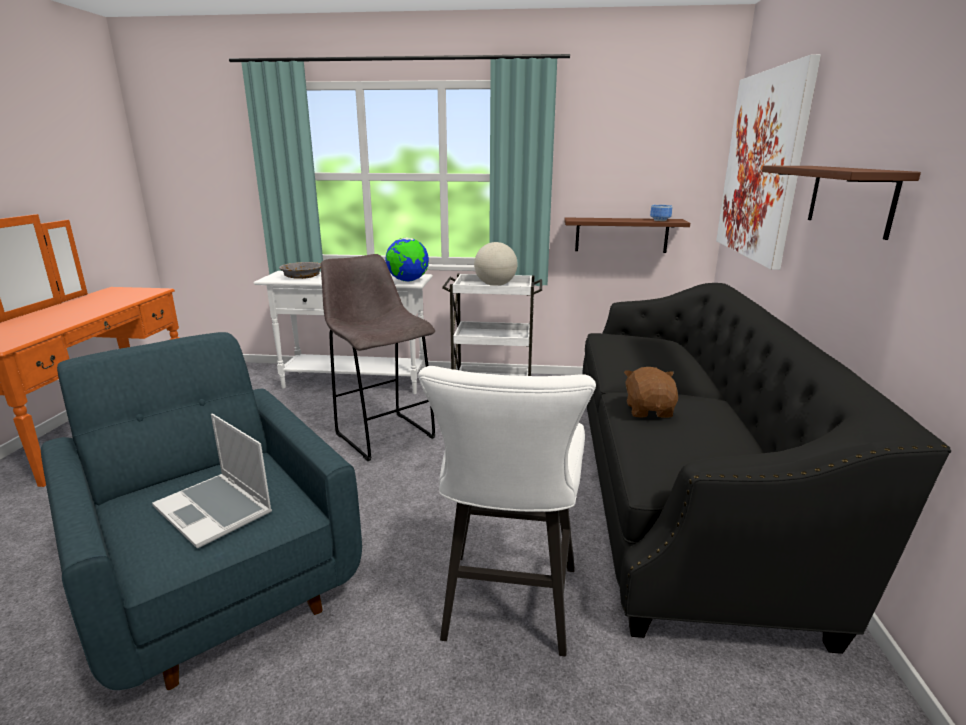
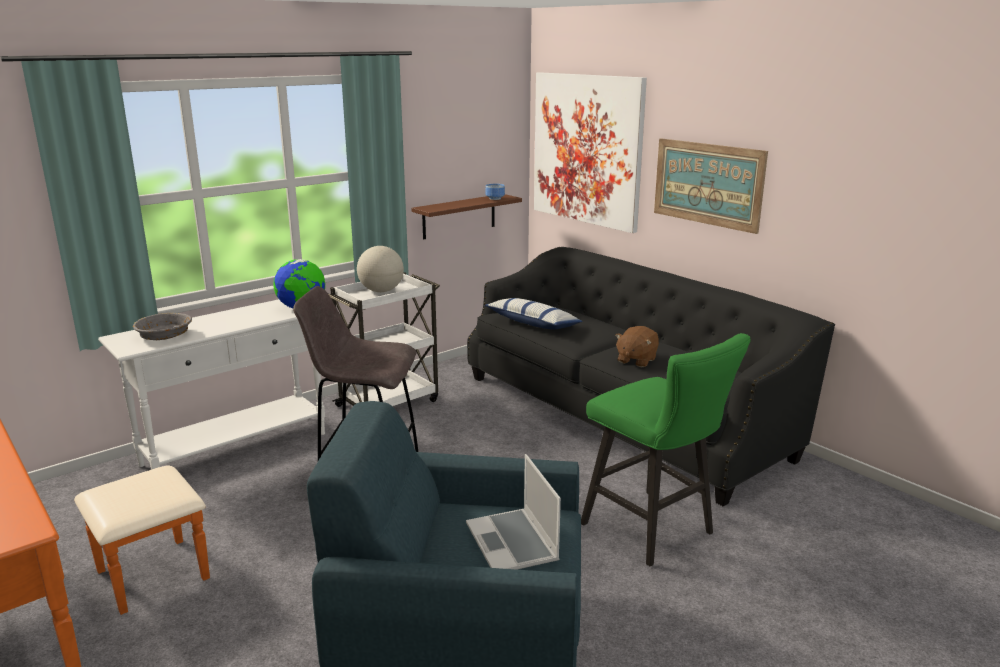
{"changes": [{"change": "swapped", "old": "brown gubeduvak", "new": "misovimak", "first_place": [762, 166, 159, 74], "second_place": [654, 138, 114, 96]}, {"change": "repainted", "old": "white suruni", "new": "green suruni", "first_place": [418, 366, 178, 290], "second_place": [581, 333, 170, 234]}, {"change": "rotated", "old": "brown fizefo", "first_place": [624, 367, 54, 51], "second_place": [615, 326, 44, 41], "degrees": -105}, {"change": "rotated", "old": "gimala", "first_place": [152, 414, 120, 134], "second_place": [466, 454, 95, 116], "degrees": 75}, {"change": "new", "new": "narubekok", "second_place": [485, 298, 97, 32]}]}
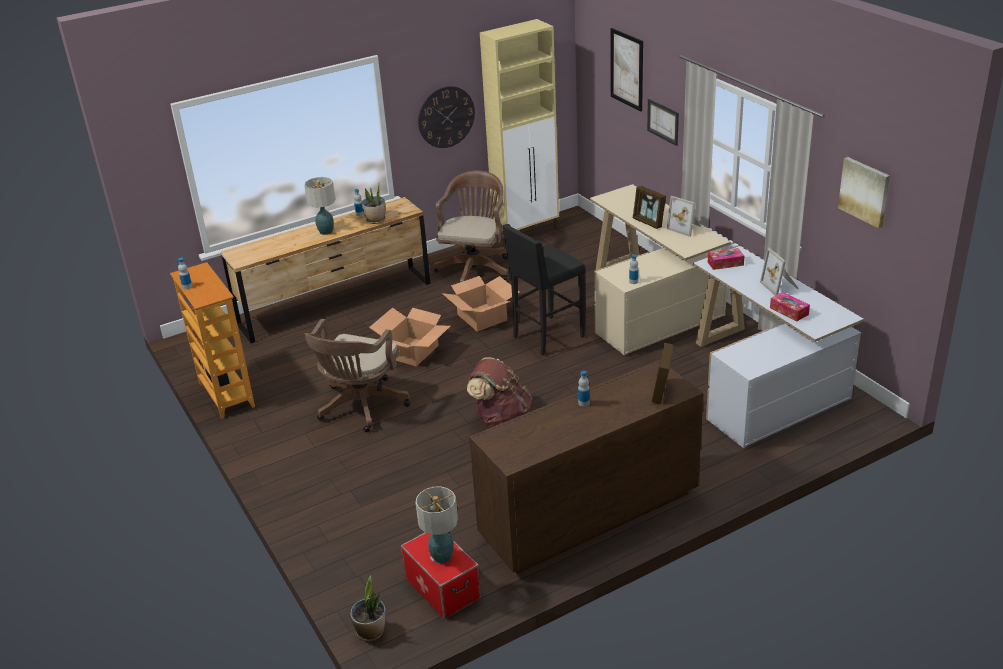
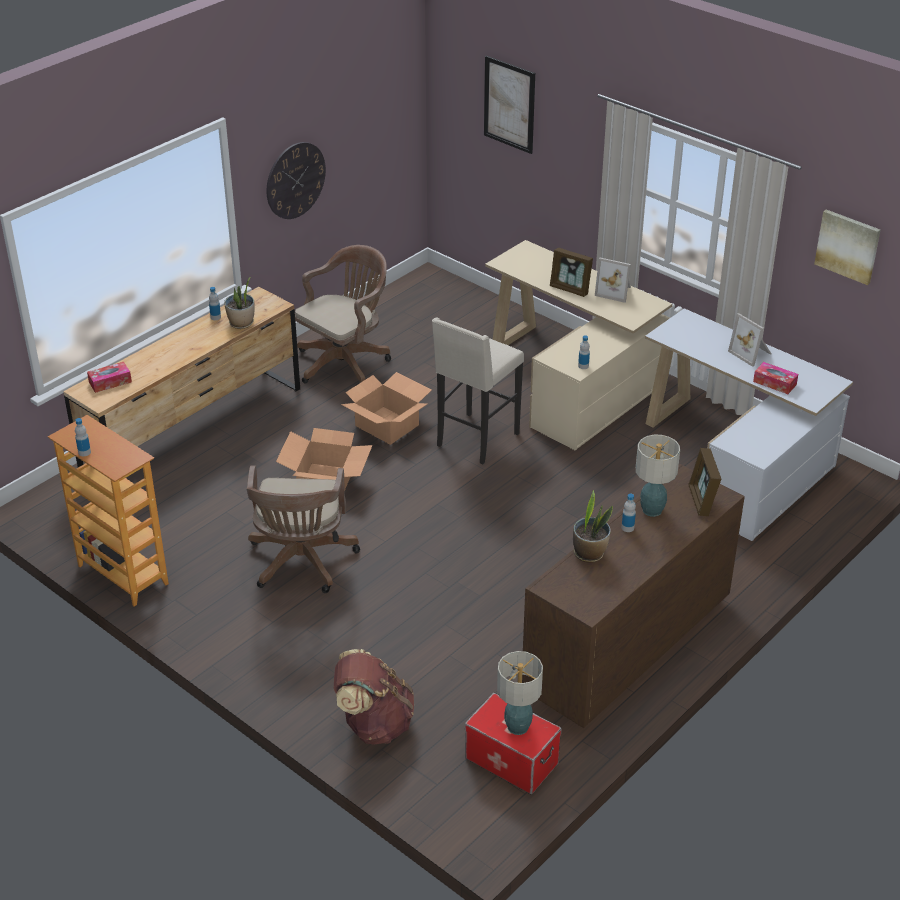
{"changes": [{"change": "gone", "old": "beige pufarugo", "first_place": [480, 19, 79, 211]}, {"change": "gone", "old": "misovimak", "first_place": [647, 99, 32, 47]}, {"change": "rotated", "old": "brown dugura", "first_place": [434, 170, 74, 112], "second_place": [295, 245, 96, 140], "degrees": 45}, {"change": "shifted", "old": "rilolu", "first_place": [304, 177, 31, 58], "second_place": [636, 435, 44, 82]}, {"change": "repainted", "old": "black suruni", "new": "beige suruni", "first_place": [502, 224, 83, 132], "second_place": [432, 317, 92, 147]}, {"change": "shifted", "old": "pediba", "first_place": [708, 248, 36, 22], "second_place": [87, 362, 45, 31]}, {"change": "shifted", "old": "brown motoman", "first_place": [467, 357, 65, 70], "second_place": [334, 649, 80, 96]}, {"change": "shifted", "old": "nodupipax", "first_place": [350, 575, 36, 66], "second_place": [573, 490, 40, 73]}]}
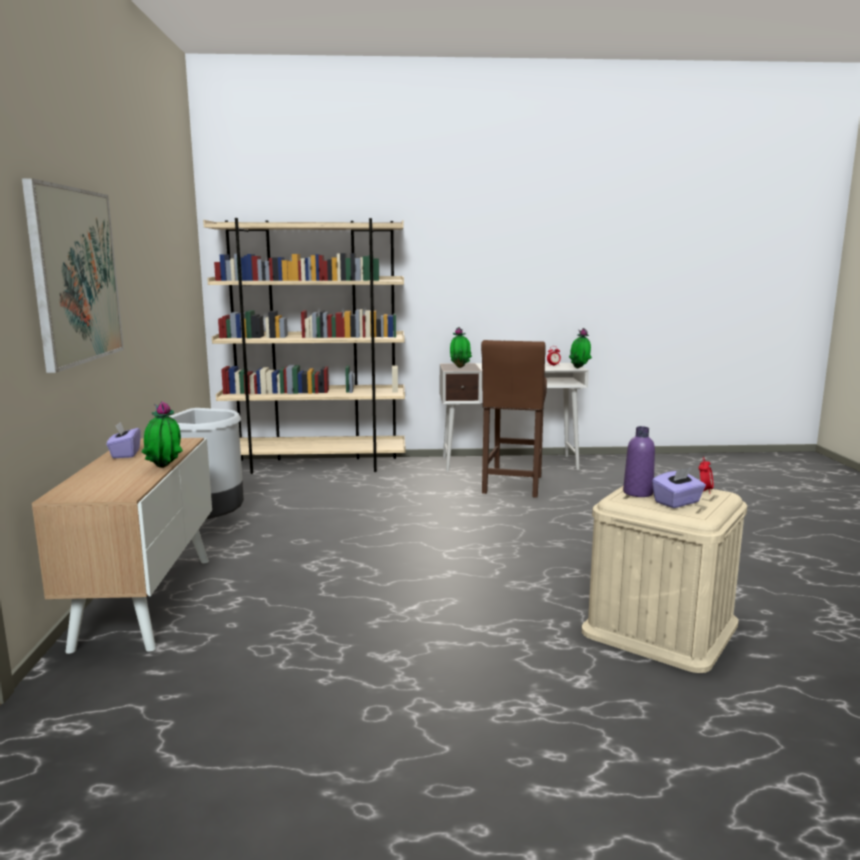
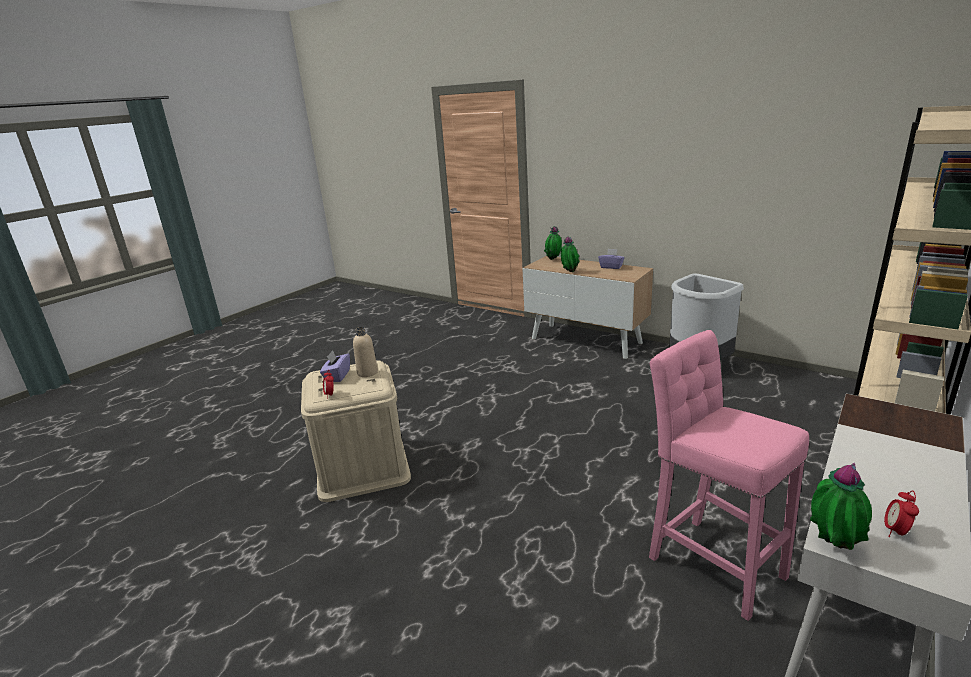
{"changes": [{"change": "gone", "old": "misovimak", "first_place": [22, 178, 102, 195]}, {"change": "shifted", "old": "nodupipax", "first_place": [450, 327, 22, 41], "second_place": [544, 226, 18, 34]}, {"change": "repainted", "old": "brown suruni", "new": "pink suruni", "first_place": [481, 340, 66, 158], "second_place": [649, 330, 160, 291]}, {"change": "repainted", "old": "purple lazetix", "new": "beige lazetix", "first_place": [623, 426, 32, 71], "second_place": [353, 327, 25, 50]}]}
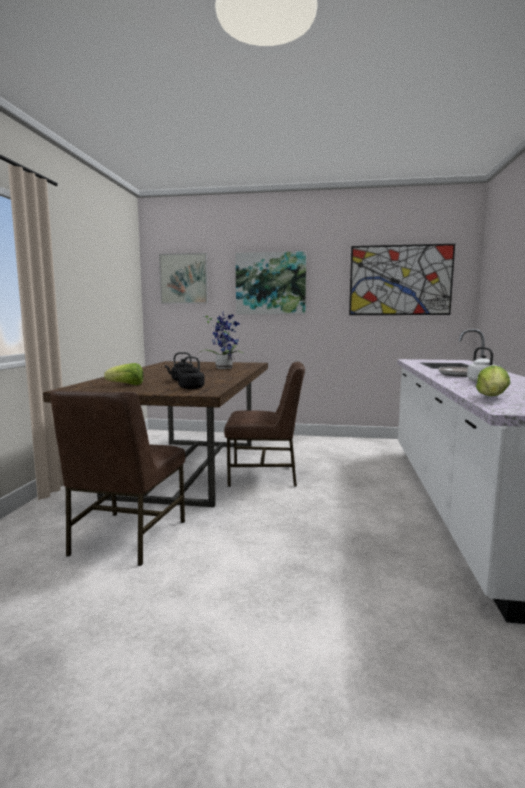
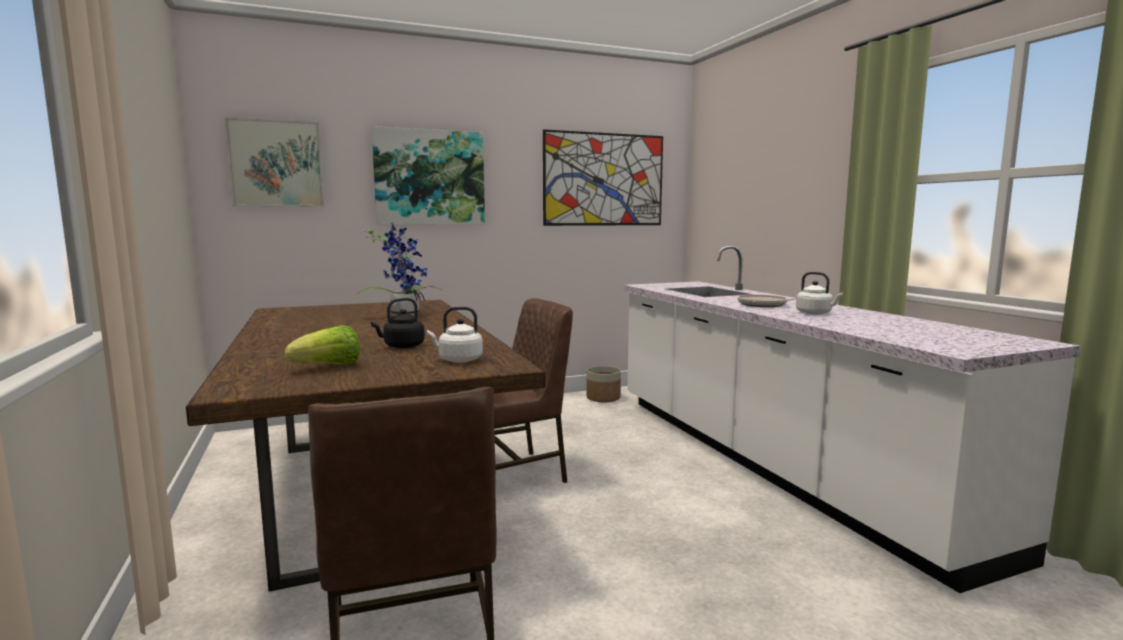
{"changes": [{"change": "repainted", "old": "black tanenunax", "new": "white tanenunax", "first_place": [176, 356, 29, 33], "second_place": [427, 307, 56, 56]}, {"change": "gone", "old": "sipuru", "first_place": [476, 365, 34, 31]}, {"change": "new", "new": "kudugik", "second_place": [587, 366, 34, 36]}]}
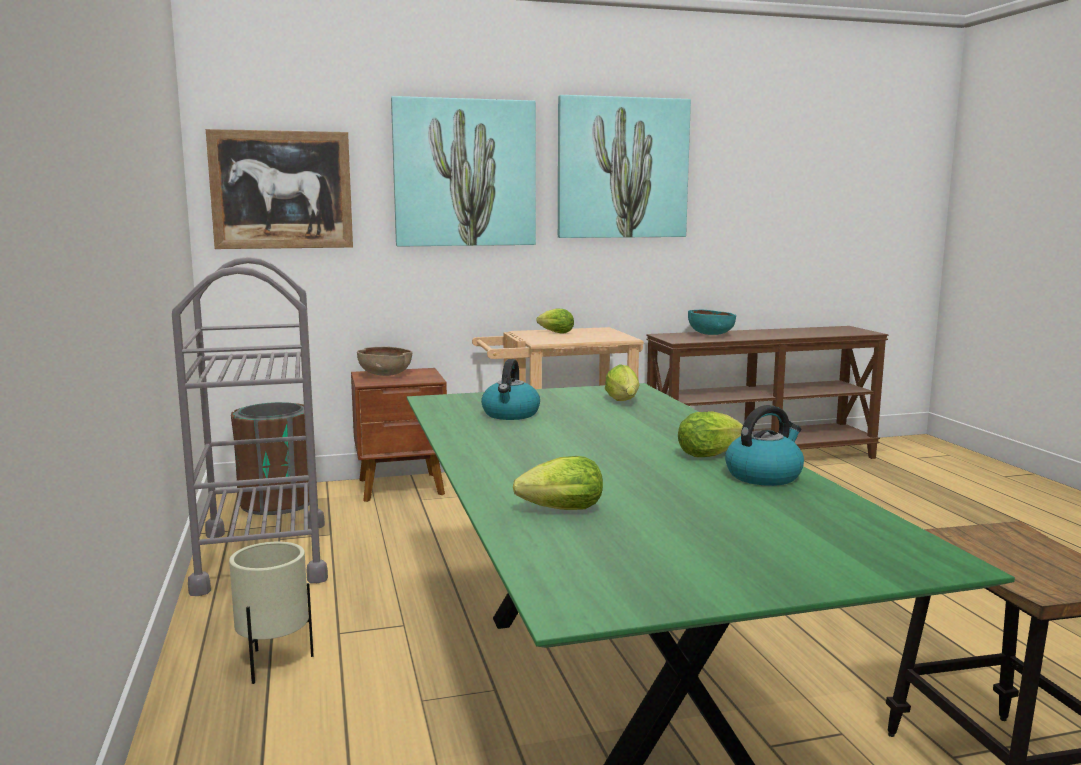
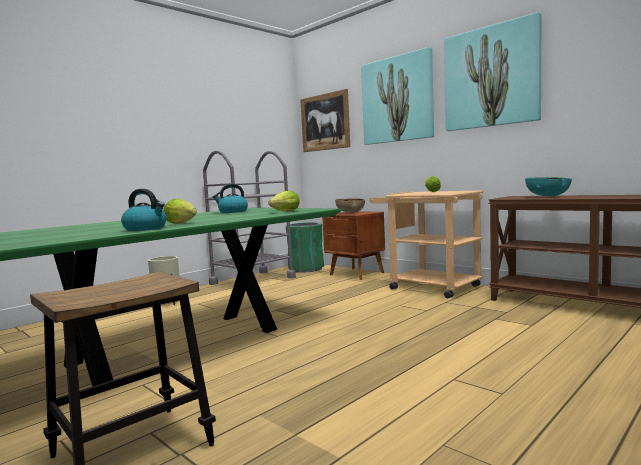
{"changes": [{"change": "repainted", "old": "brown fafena", "new": "green fafena", "first_place": [231, 402, 78, 113], "second_place": [286, 222, 38, 50]}, {"change": "gone", "old": "sipuru", "first_place": [513, 456, 90, 54]}]}
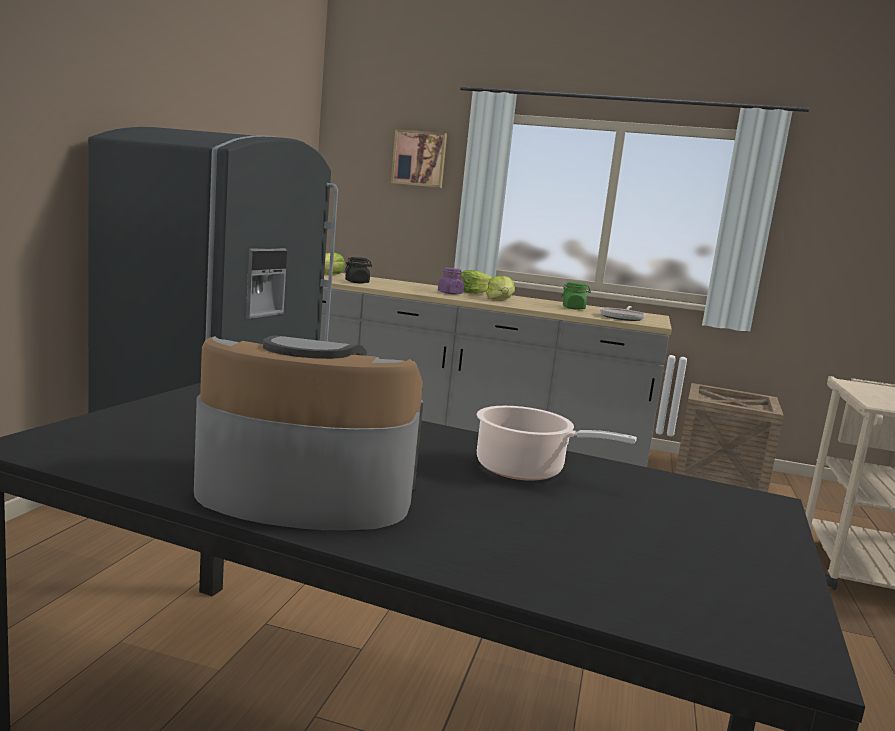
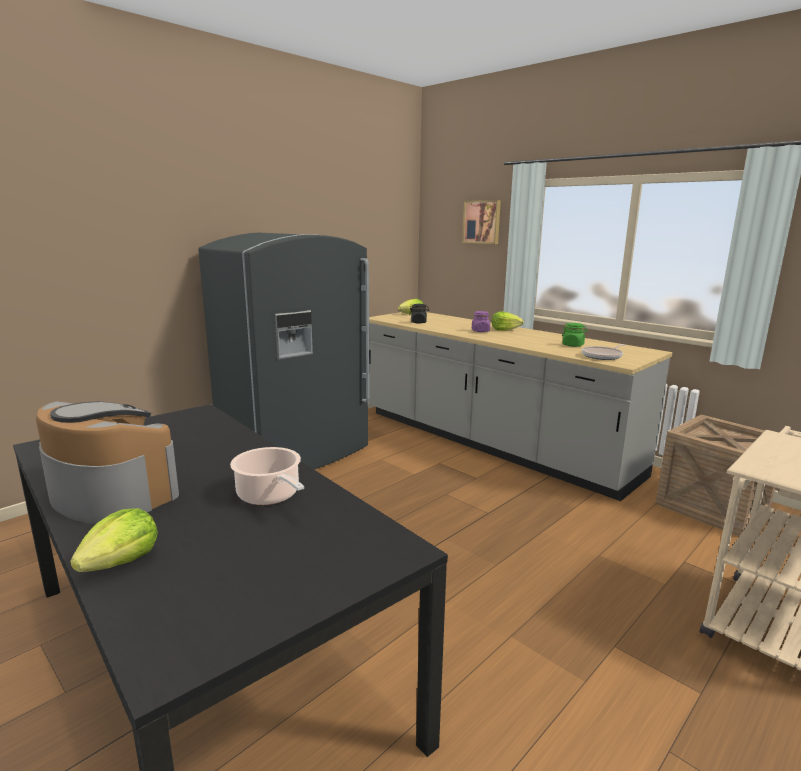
{"changes": [{"change": "shifted", "old": "sipuru", "first_place": [486, 275, 29, 25], "second_place": [70, 508, 88, 64]}]}
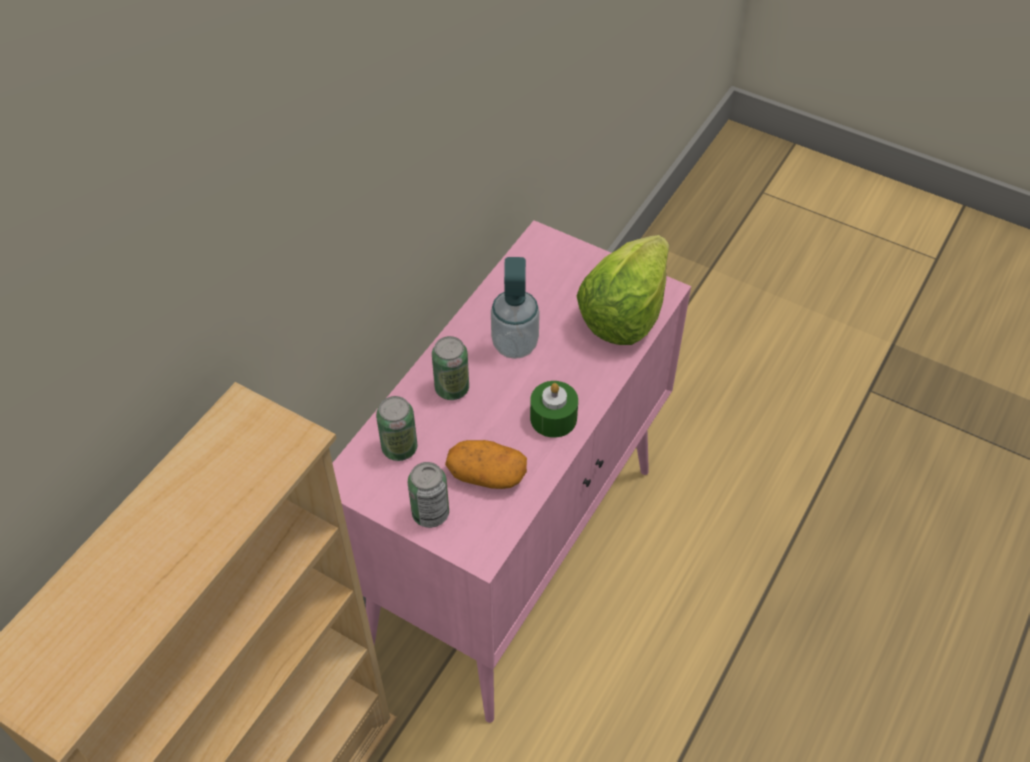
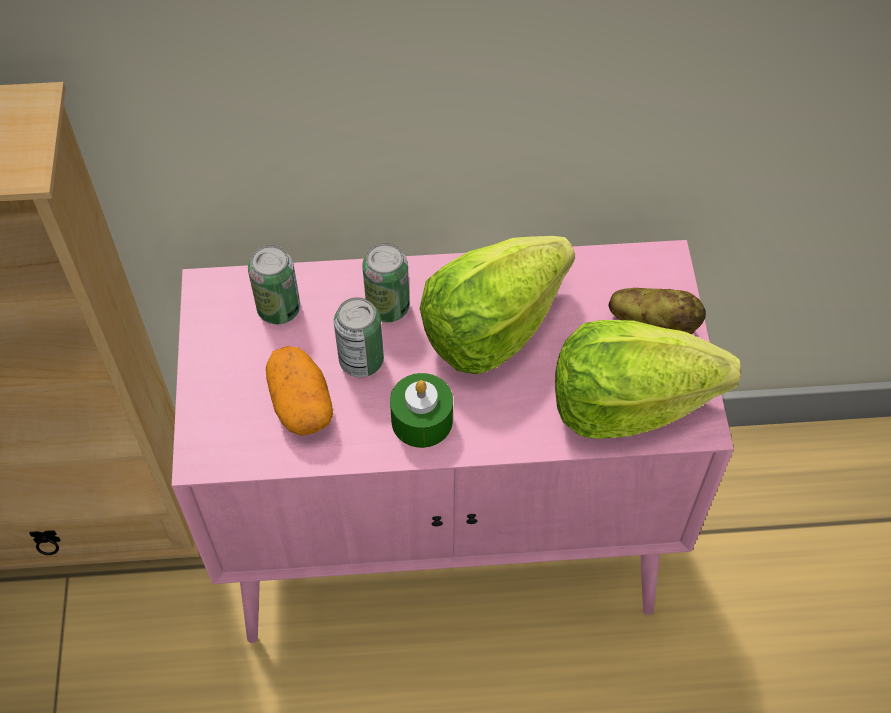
{"changes": [{"change": "swapped", "old": "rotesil", "new": "sipuru", "first_place": [491, 257, 49, 102], "second_place": [420, 236, 155, 138]}, {"change": "shifted", "old": "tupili", "first_place": [408, 462, 41, 66], "second_place": [334, 297, 50, 80]}, {"change": "new", "new": "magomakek", "second_place": [609, 288, 97, 46]}]}
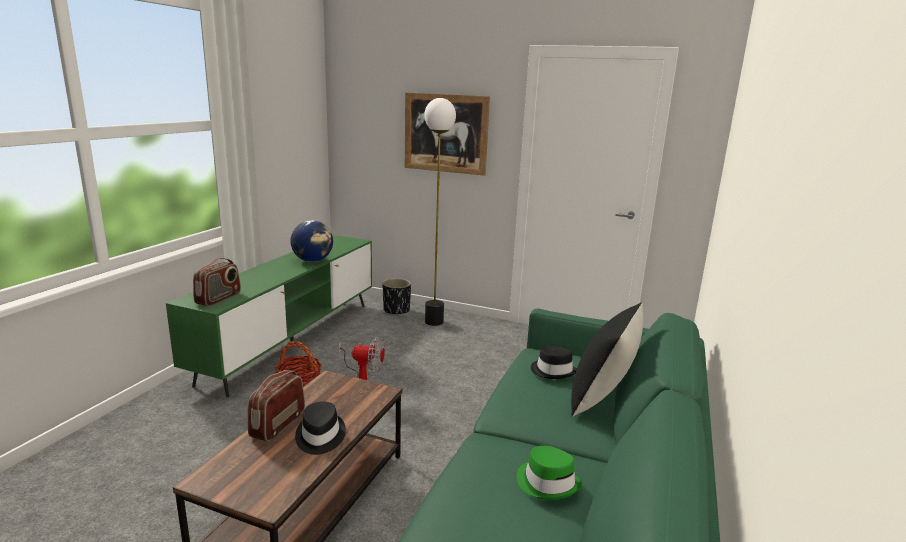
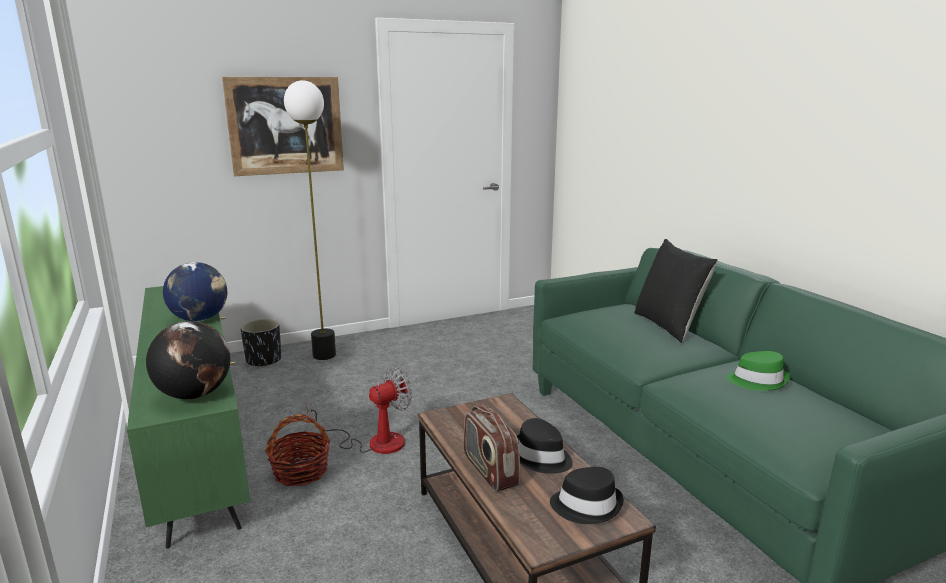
{"changes": [{"change": "swapped", "old": "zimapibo", "new": "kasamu", "first_place": [193, 258, 48, 48], "second_place": [146, 321, 85, 79]}, {"change": "shifted", "old": "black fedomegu", "first_place": [531, 346, 46, 33], "second_place": [550, 467, 74, 57]}]}
